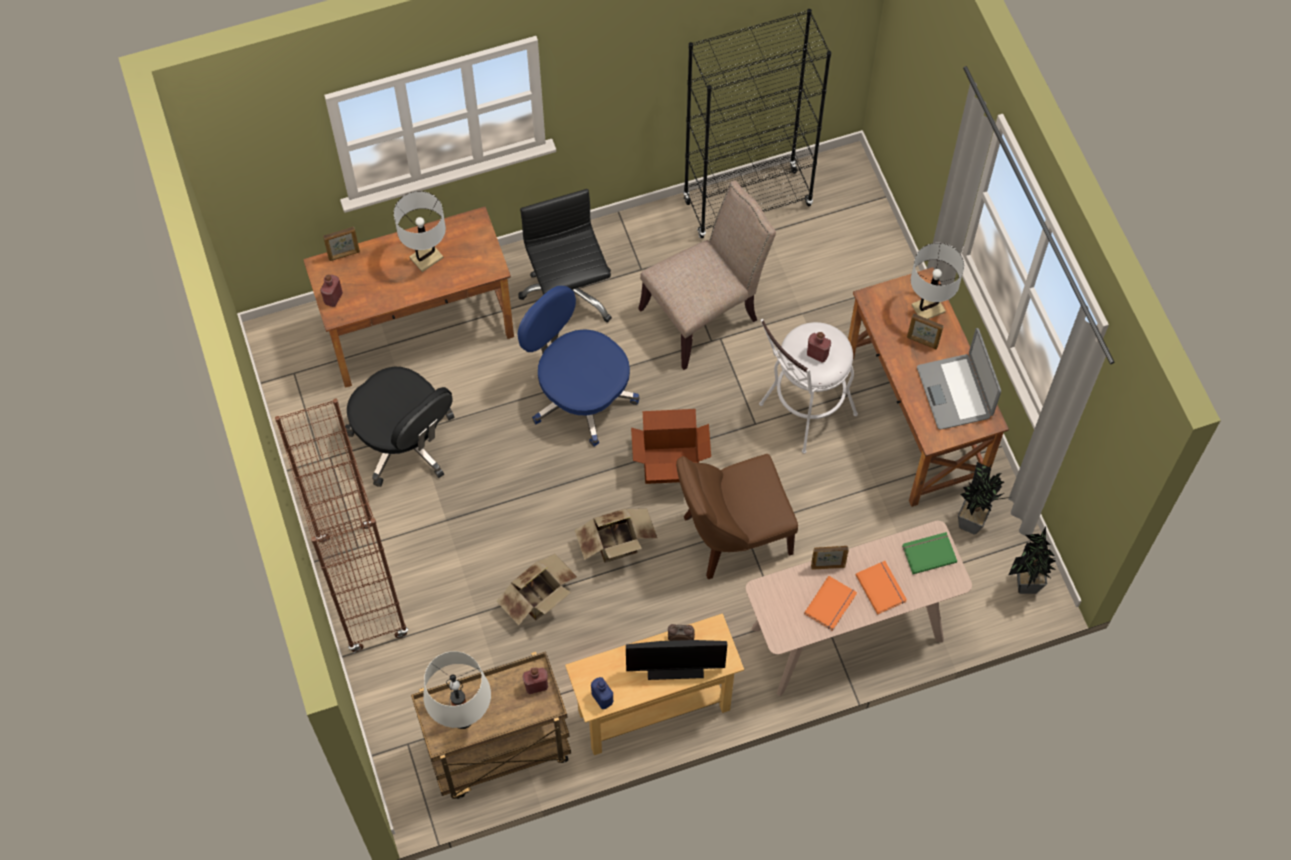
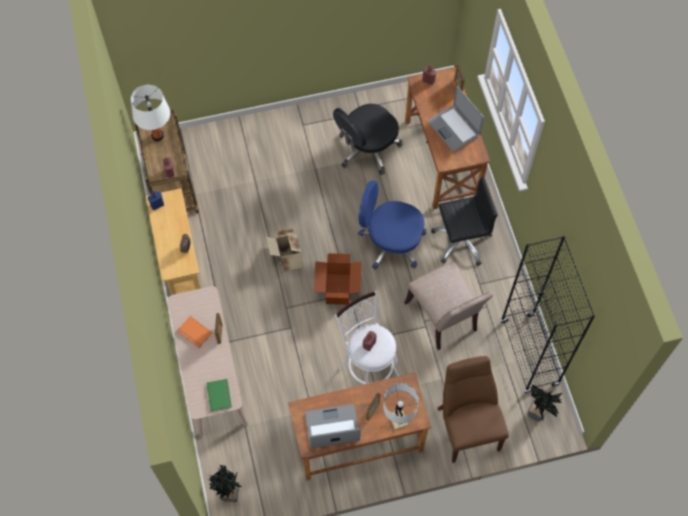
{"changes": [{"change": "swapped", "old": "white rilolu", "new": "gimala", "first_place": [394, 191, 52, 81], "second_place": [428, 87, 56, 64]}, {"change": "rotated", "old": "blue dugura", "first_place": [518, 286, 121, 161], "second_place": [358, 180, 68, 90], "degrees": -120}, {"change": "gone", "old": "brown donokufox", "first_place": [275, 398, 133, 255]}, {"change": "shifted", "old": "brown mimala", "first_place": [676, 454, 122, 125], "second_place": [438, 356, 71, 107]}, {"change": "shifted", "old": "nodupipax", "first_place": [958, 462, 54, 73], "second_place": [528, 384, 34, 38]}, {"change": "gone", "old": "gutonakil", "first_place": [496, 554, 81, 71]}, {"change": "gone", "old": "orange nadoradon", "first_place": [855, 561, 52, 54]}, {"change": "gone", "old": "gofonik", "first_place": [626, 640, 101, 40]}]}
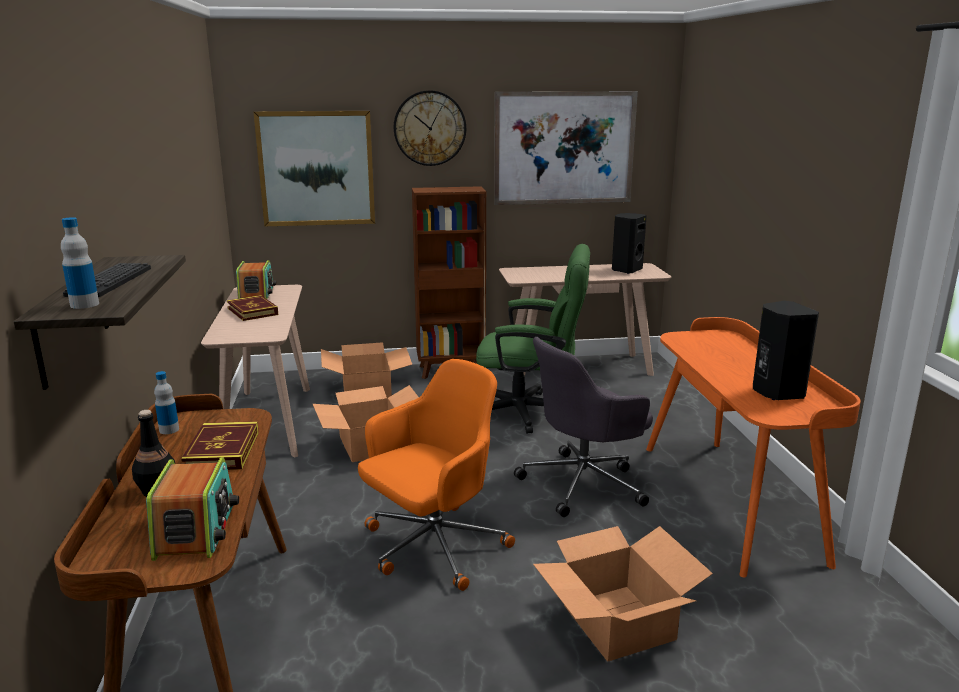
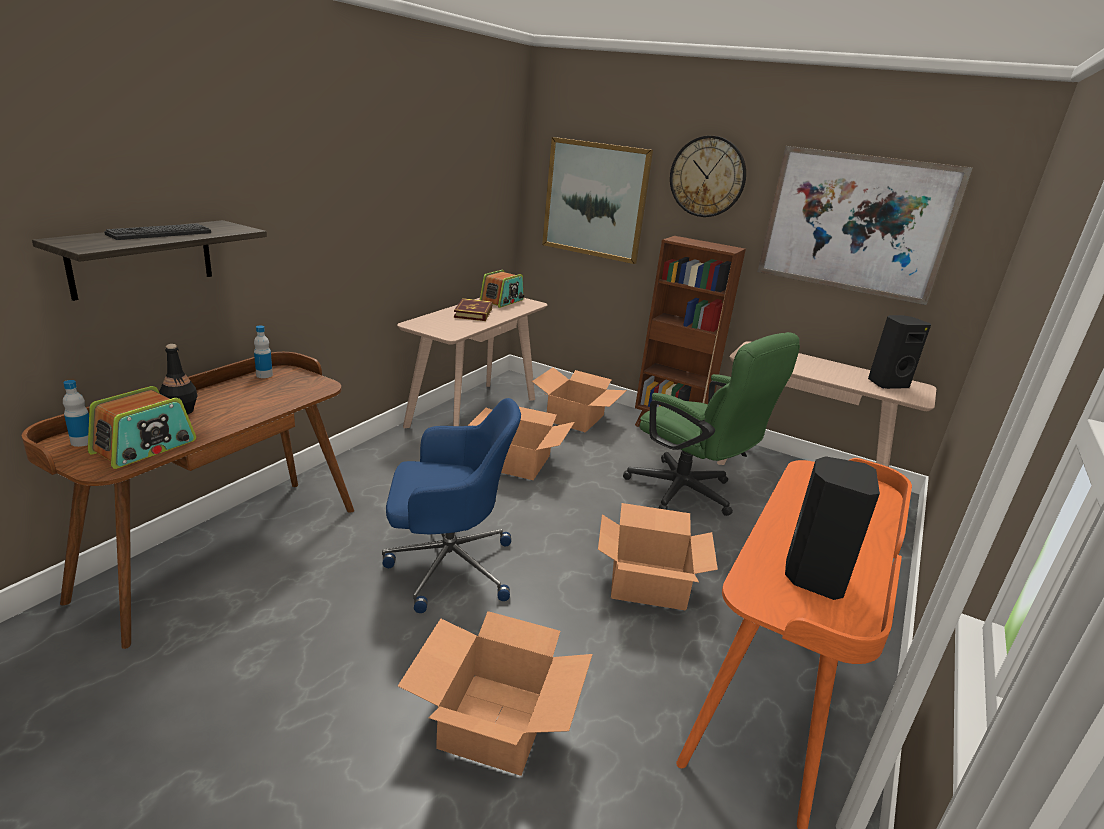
{"changes": [{"change": "shifted", "old": "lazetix", "first_place": [61, 217, 38, 92], "second_place": [63, 380, 26, 67]}, {"change": "swapped", "old": "grey dugura", "new": "gutonakil", "first_place": [514, 337, 139, 180], "second_place": [598, 503, 120, 108]}, {"change": "repainted", "old": "orange dugura", "new": "blue dugura", "first_place": [358, 359, 157, 232], "second_place": [382, 398, 139, 215]}, {"change": "gone", "old": "nadoradon", "first_place": [181, 421, 78, 49]}]}
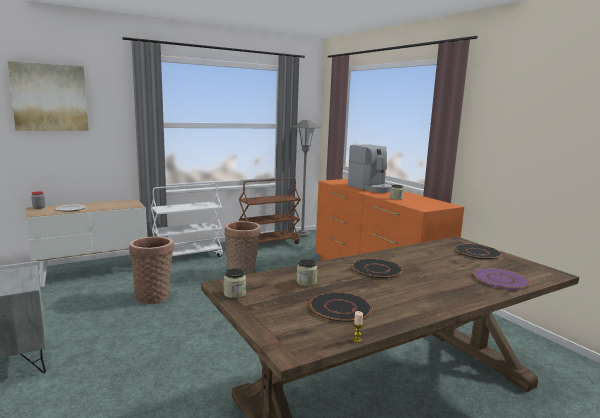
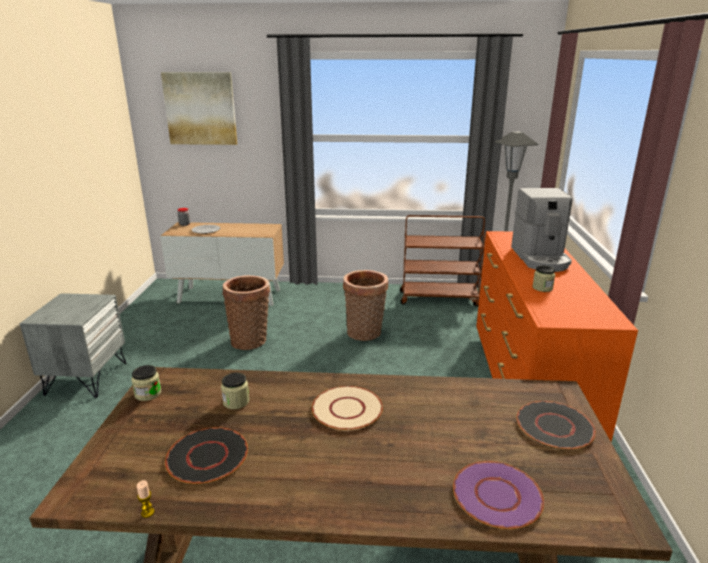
{"changes": [{"change": "gone", "old": "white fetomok", "first_place": [151, 184, 72, 73]}, {"change": "repainted", "old": "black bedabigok", "new": "beige bedabigok", "first_place": [352, 258, 51, 20], "second_place": [312, 386, 71, 44]}]}
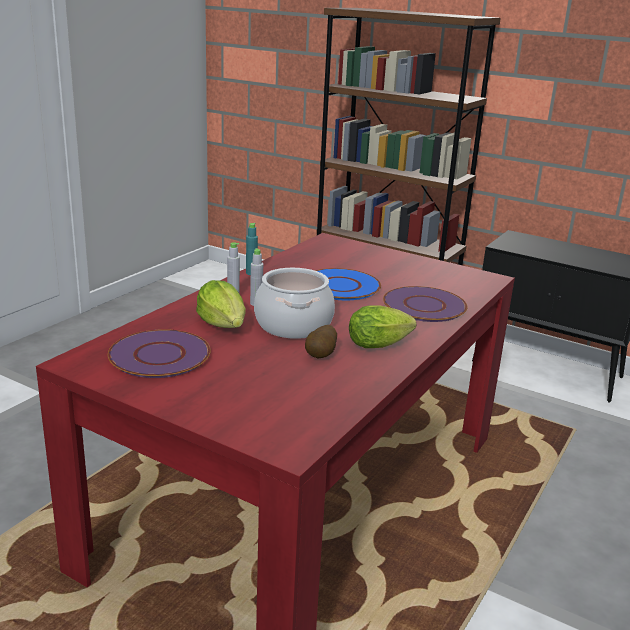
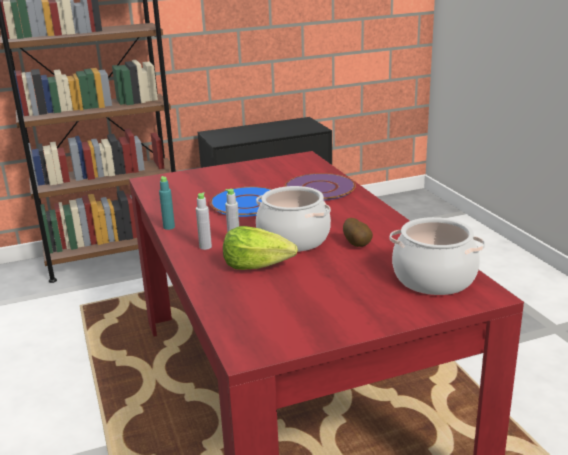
{"changes": [{"change": "gone", "old": "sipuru", "first_place": [349, 305, 67, 43]}, {"change": "gone", "old": "purple bedabigok", "first_place": [108, 329, 103, 49]}, {"change": "new", "new": "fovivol", "second_place": [390, 217, 95, 78]}]}
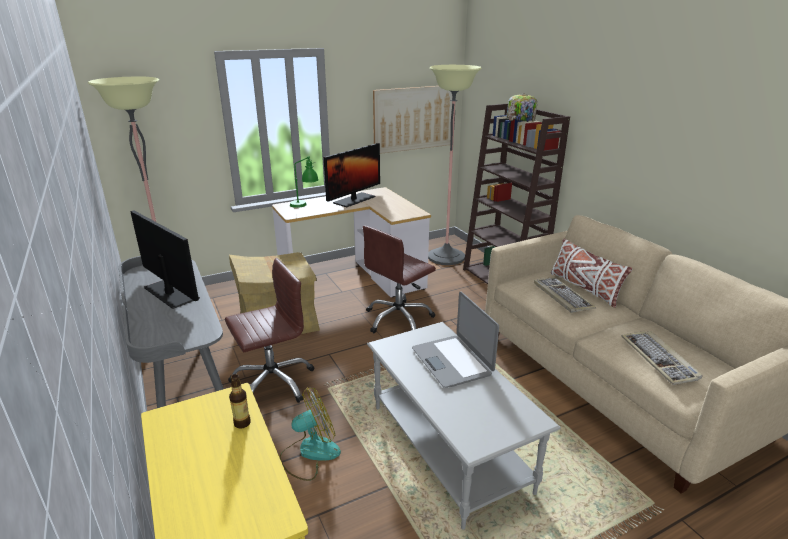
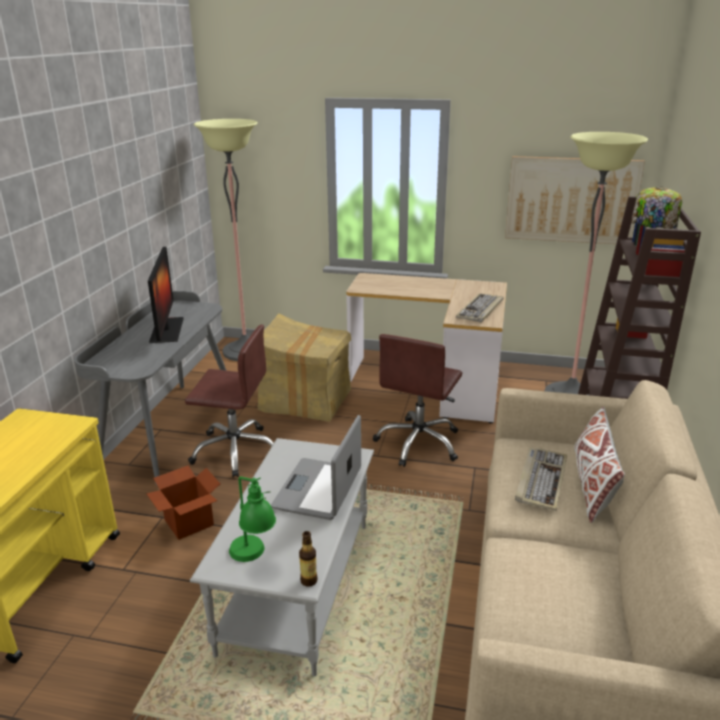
{"changes": [{"change": "gone", "old": "gofonik", "first_place": [324, 143, 56, 64]}, {"change": "shifted", "old": "green rilolu", "first_place": [290, 156, 29, 52], "second_place": [229, 476, 47, 86]}, {"change": "rotated", "old": "brown dugura", "first_place": [363, 226, 73, 107], "second_place": [373, 334, 89, 133], "degrees": -60}, {"change": "shifted", "old": "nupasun", "first_place": [621, 331, 81, 54], "second_place": [456, 293, 47, 29]}, {"change": "shifted", "old": "lazetix", "first_place": [229, 374, 22, 55], "second_place": [299, 531, 18, 56]}, {"change": "swapped", "old": "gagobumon", "new": "gutonakil", "first_place": [279, 388, 62, 93], "second_place": [146, 465, 74, 75]}]}
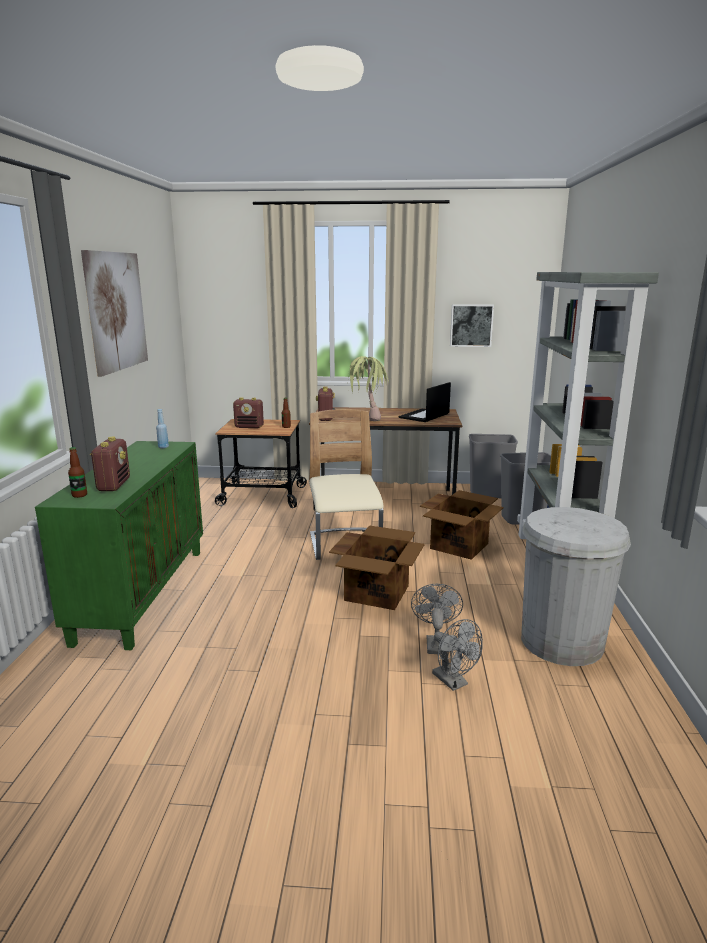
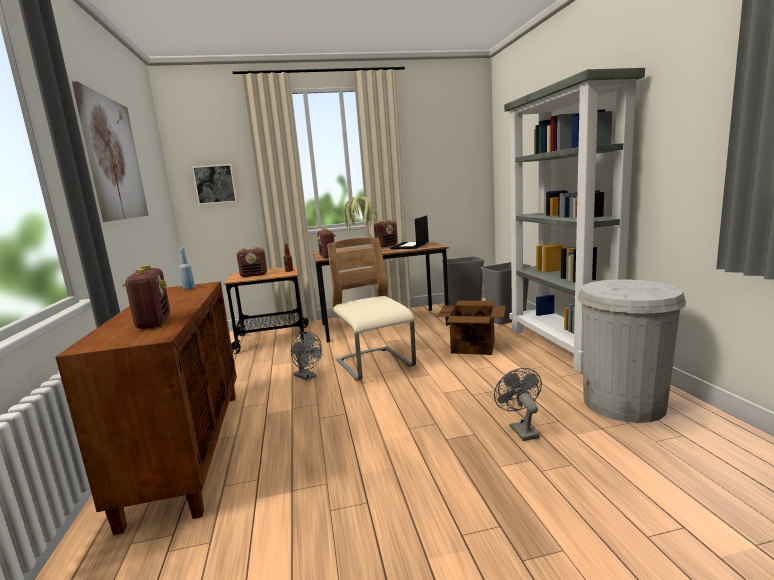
{"changes": [{"change": "shifted", "old": "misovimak", "first_place": [450, 304, 44, 43], "second_place": [192, 164, 45, 41]}, {"change": "repainted", "old": "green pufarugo", "new": "brown pufarugo", "first_place": [35, 441, 168, 209], "second_place": [56, 281, 181, 254]}, {"change": "gone", "old": "lazetix", "first_place": [68, 447, 19, 51]}, {"change": "gone", "old": "gutonakil", "first_place": [329, 525, 96, 85]}, {"change": "shifted", "old": "grey gagobumon", "first_place": [432, 619, 51, 72], "second_place": [291, 332, 31, 49]}, {"change": "new", "new": "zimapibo", "second_place": [374, 220, 24, 27]}]}
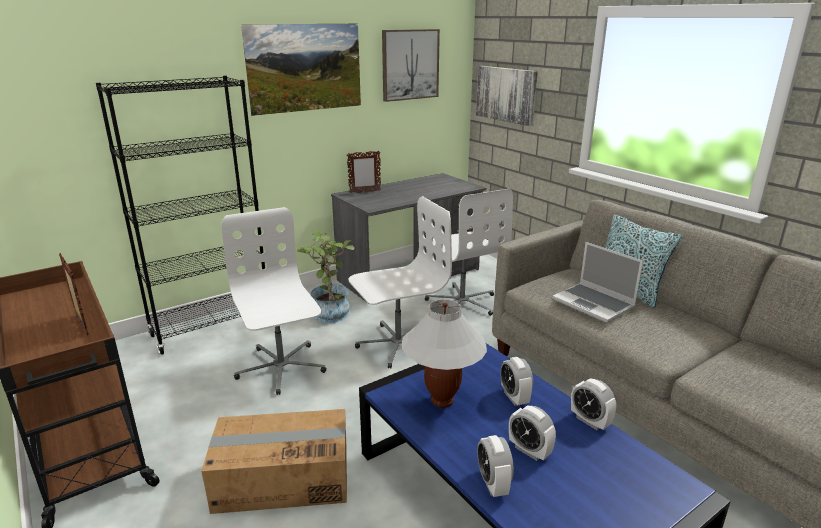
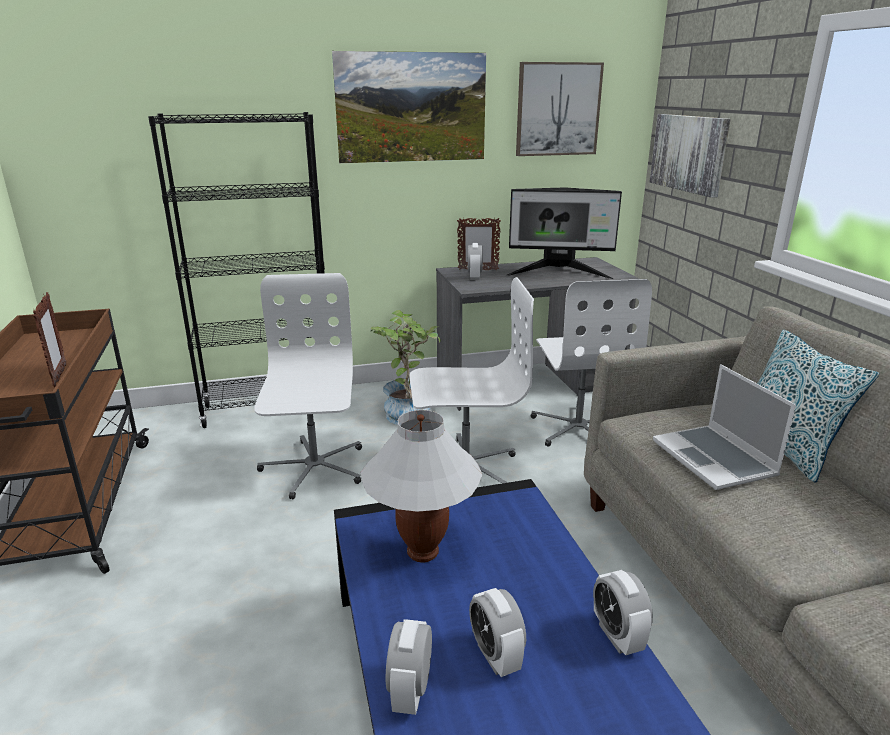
{"changes": [{"change": "shifted", "old": "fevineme", "first_place": [500, 357, 33, 49], "second_place": [468, 243, 15, 37]}, {"change": "gone", "old": "gutonakil", "first_place": [201, 409, 146, 105]}, {"change": "new", "new": "gofonik", "second_place": [506, 187, 116, 92]}]}
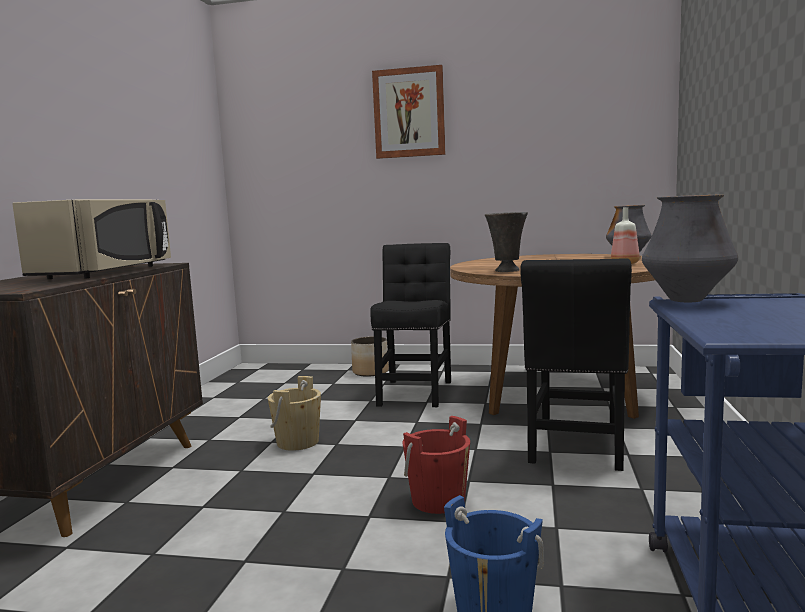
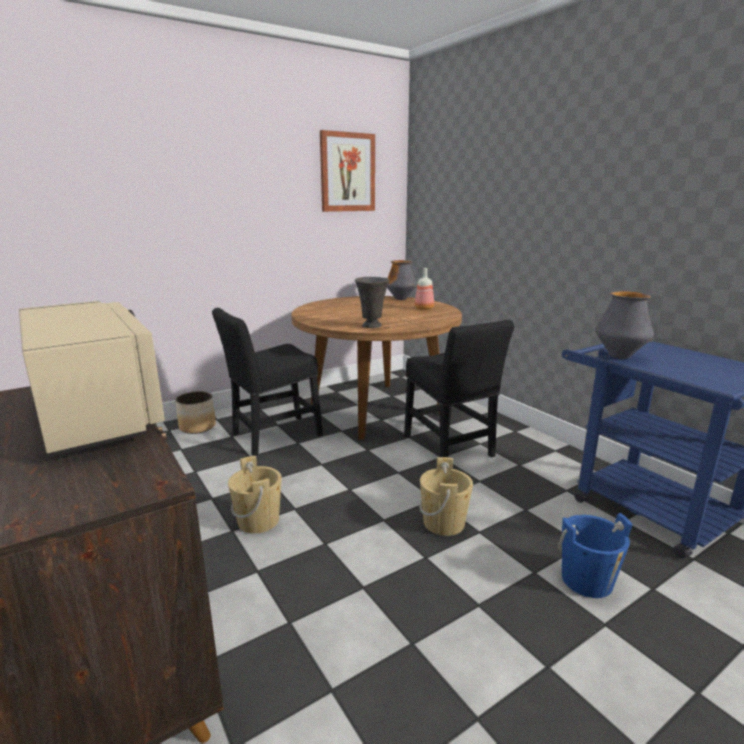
{"changes": [{"change": "shifted", "old": "misovimak", "first_place": [372, 65, 73, 94], "second_place": [320, 130, 55, 82]}, {"change": "rotated", "old": "black mimala", "first_place": [370, 243, 81, 164], "second_place": [212, 308, 111, 148], "degrees": -90}, {"change": "repainted", "old": "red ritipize", "new": "beige ritipize", "first_place": [403, 416, 67, 98], "second_place": [419, 457, 54, 79]}]}
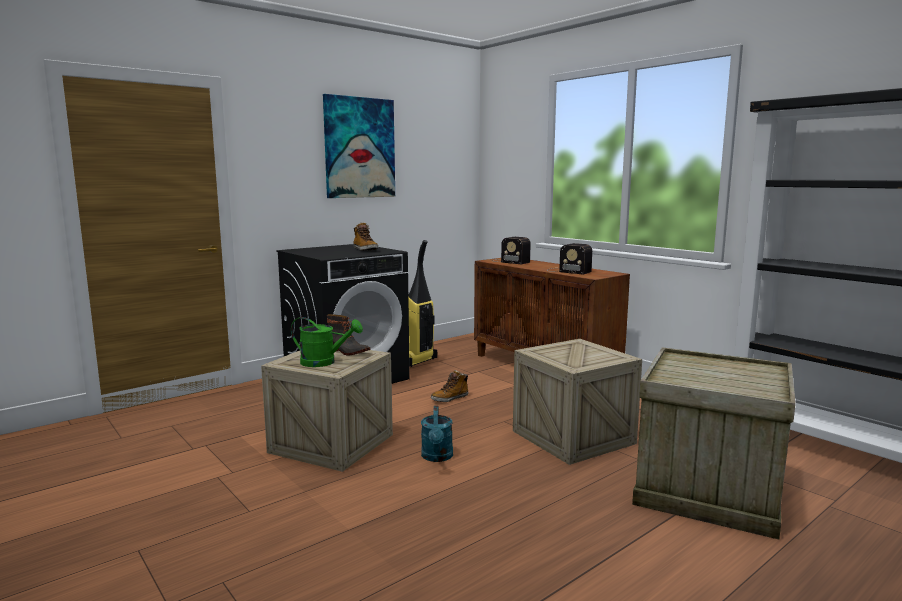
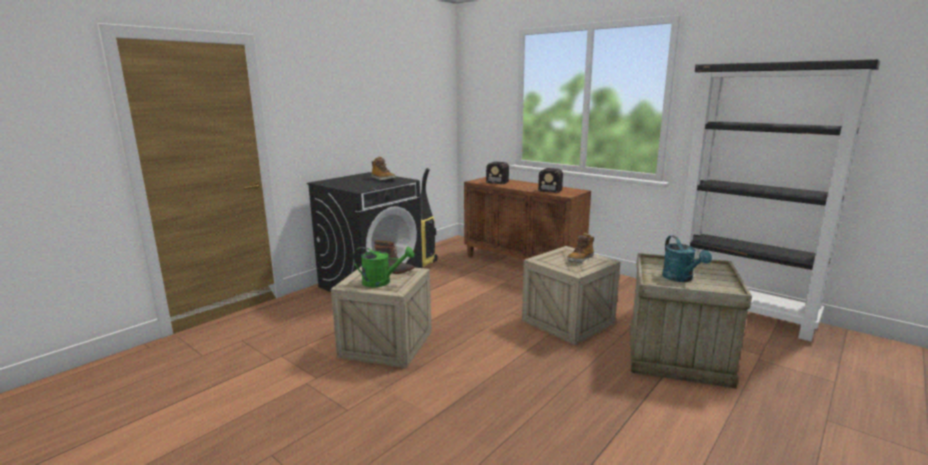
{"changes": [{"change": "gone", "old": "misovimak", "first_place": [323, 94, 72, 104]}, {"change": "shifted", "old": "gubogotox", "first_place": [431, 370, 38, 32], "second_place": [567, 233, 27, 30]}, {"change": "shifted", "old": "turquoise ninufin", "first_place": [421, 406, 32, 56], "second_place": [662, 236, 50, 46]}]}
